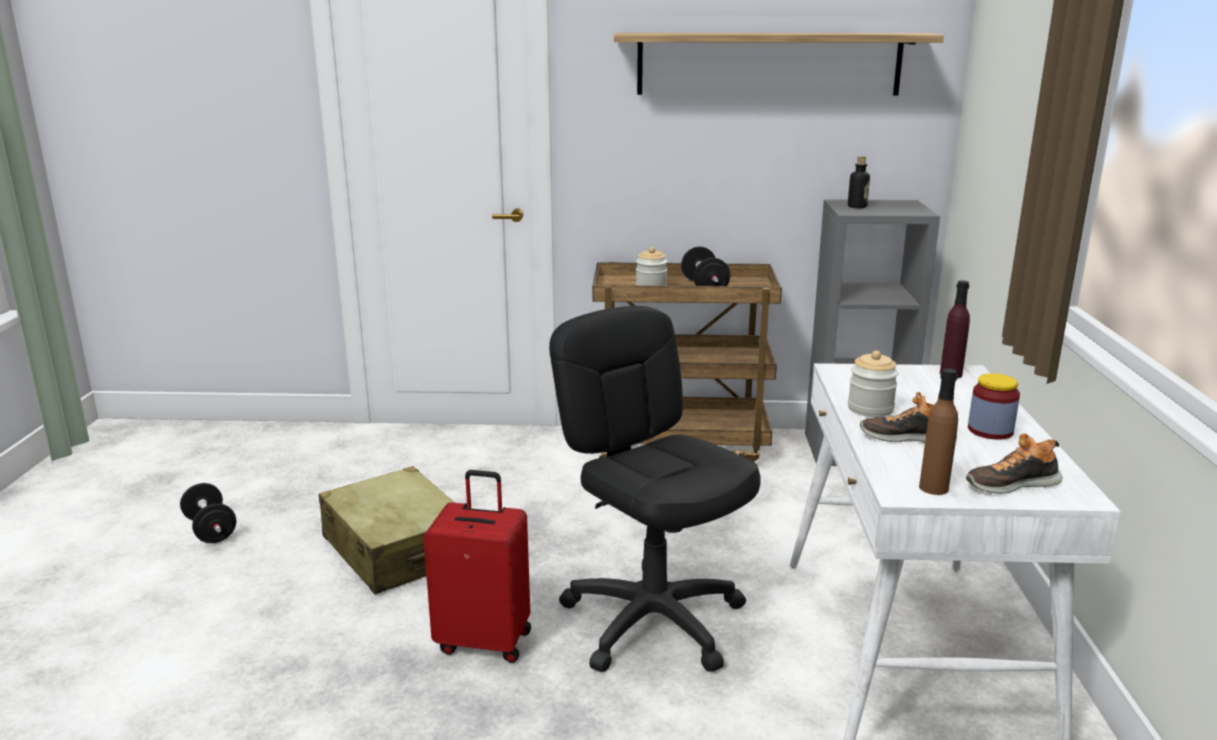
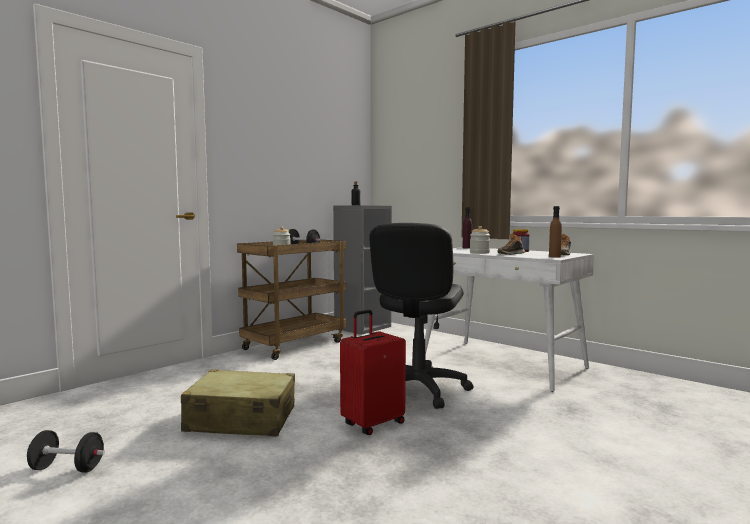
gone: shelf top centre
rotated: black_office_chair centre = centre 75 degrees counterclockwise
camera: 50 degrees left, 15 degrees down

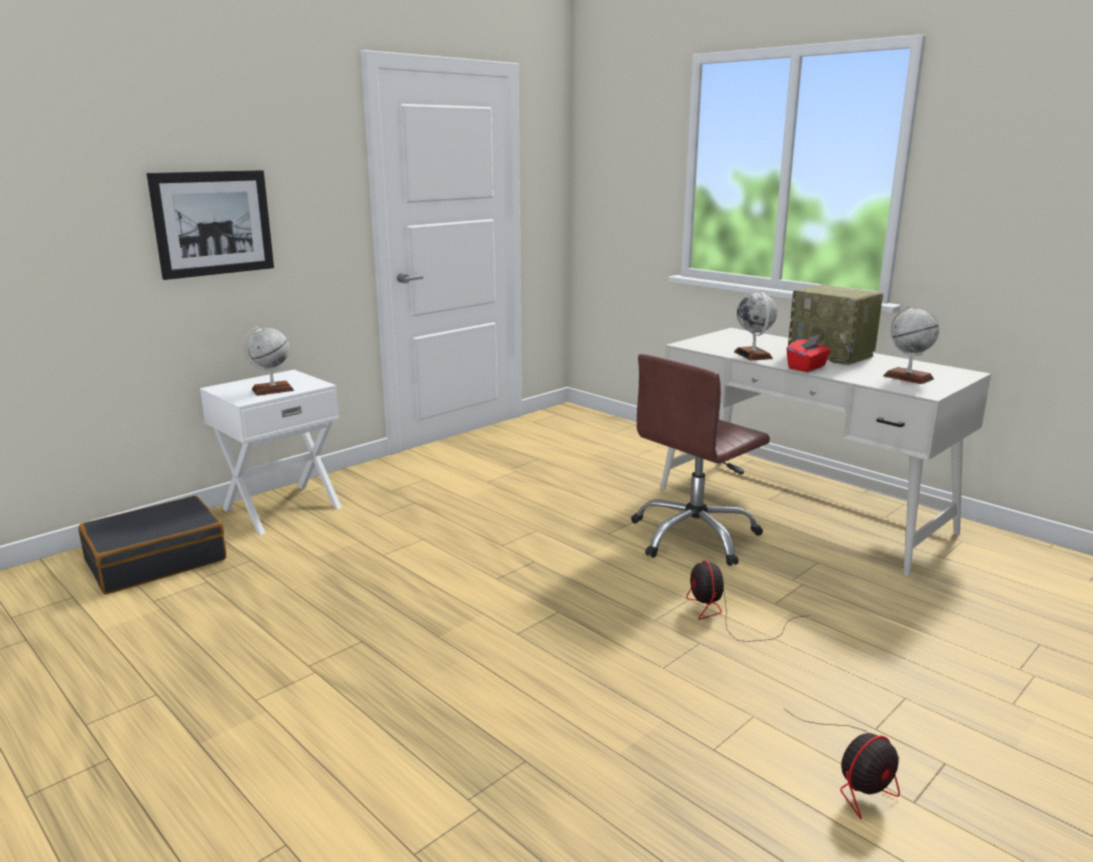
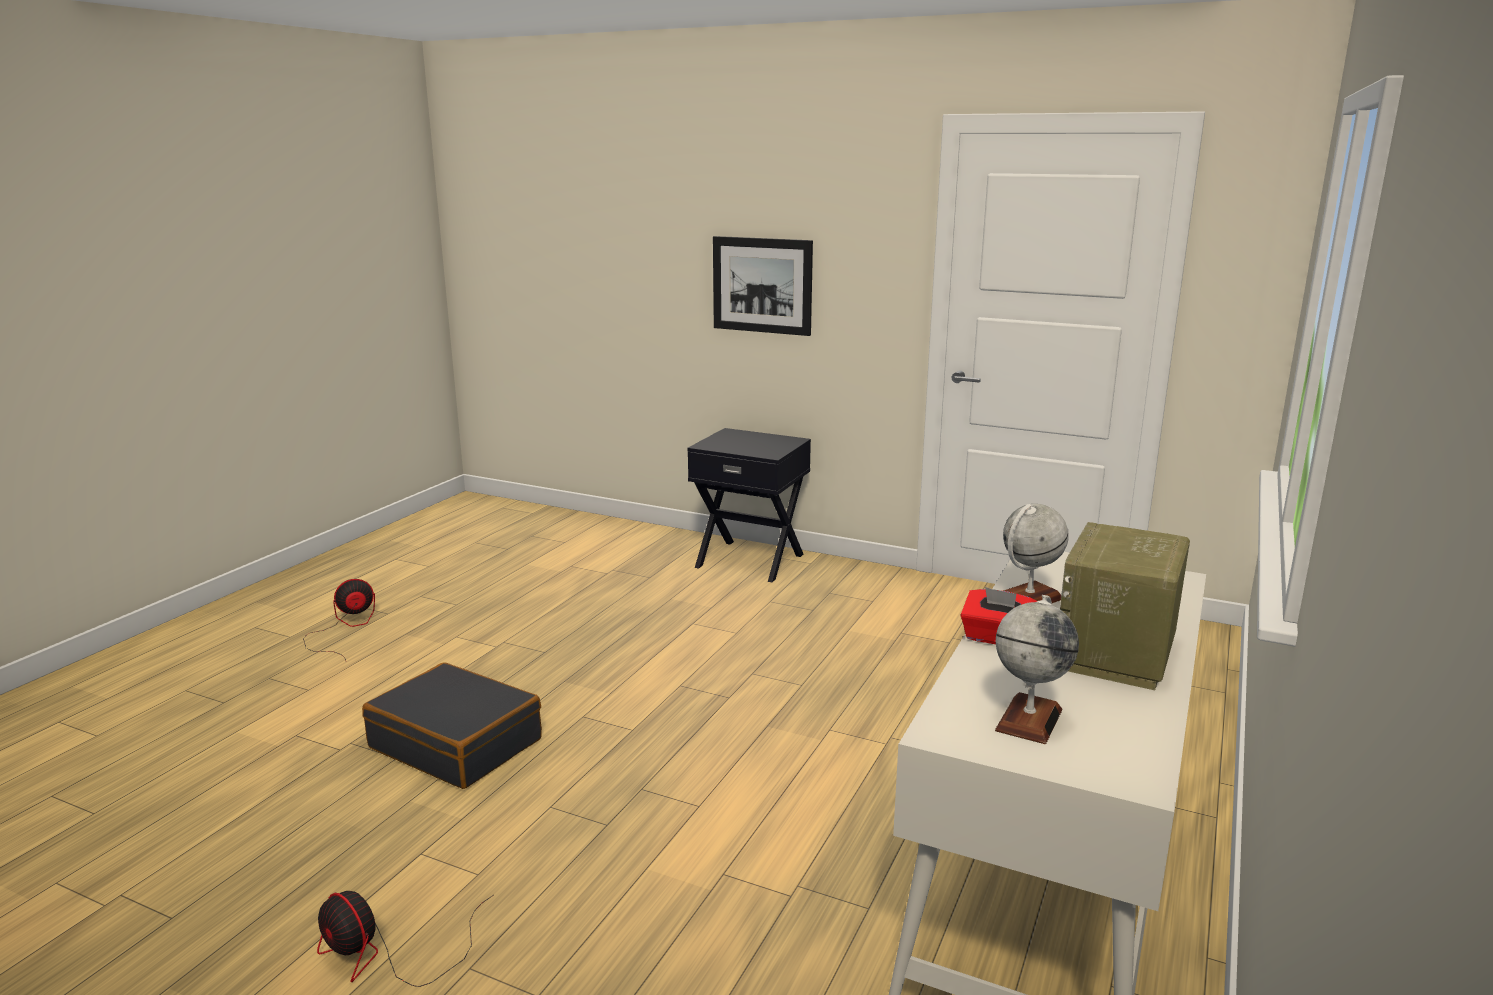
gone: globe (no. 1 from left) middle left; brown_office_chair centre
shifted: fan (no. 1 from left) bottom right to middle left; black_suitcase middle left to bottom left
repainted: white_nightstand middle left to black_nightstand centre
camera: 70 degrees right, 0 degrees up

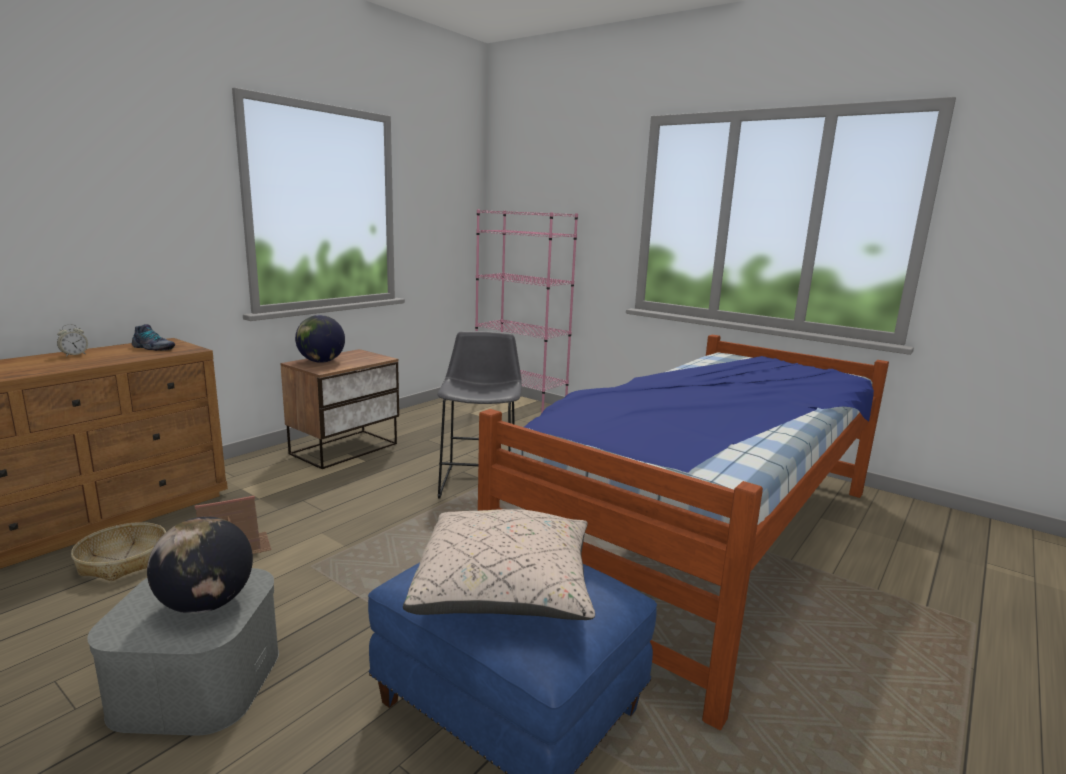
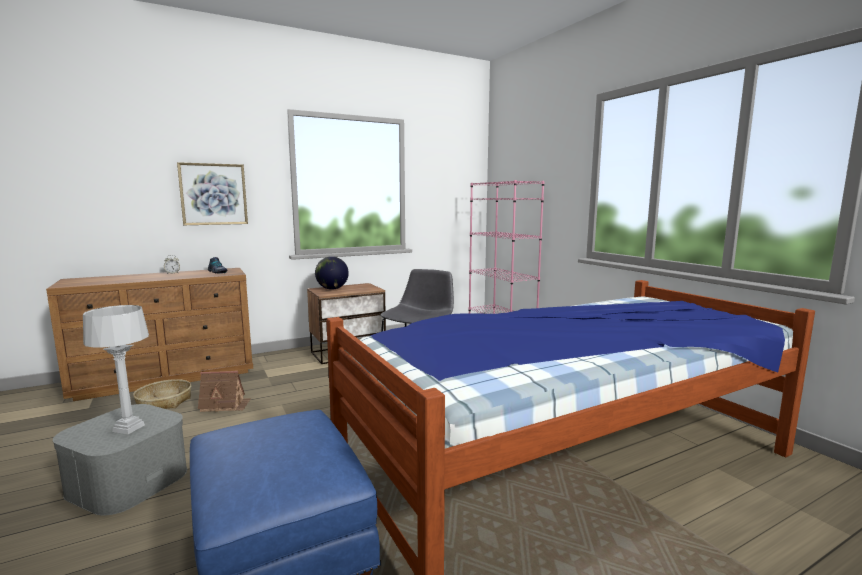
gone: beige_pillow bottom centre
new: picture middle left
swapped: globe (no. 1 from left) bottom left to grey_table_lamp middle left
camera: 25 degrees right, 5 degrees down

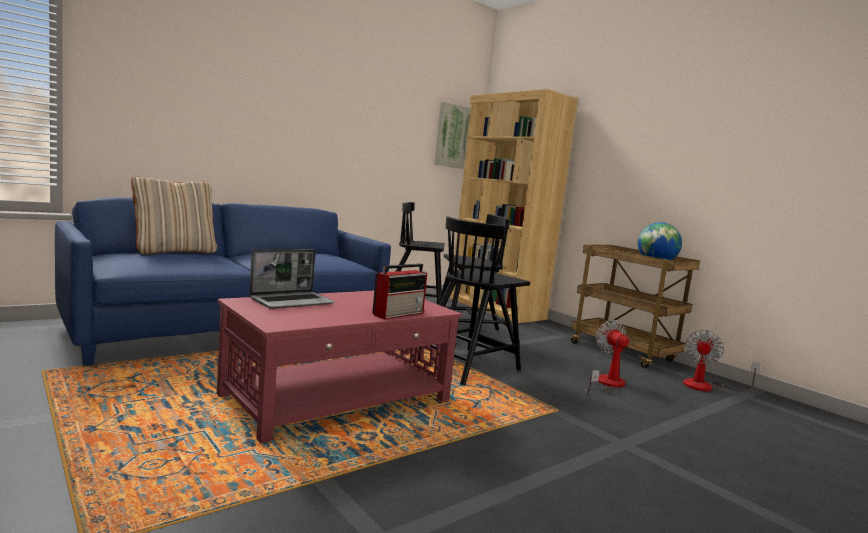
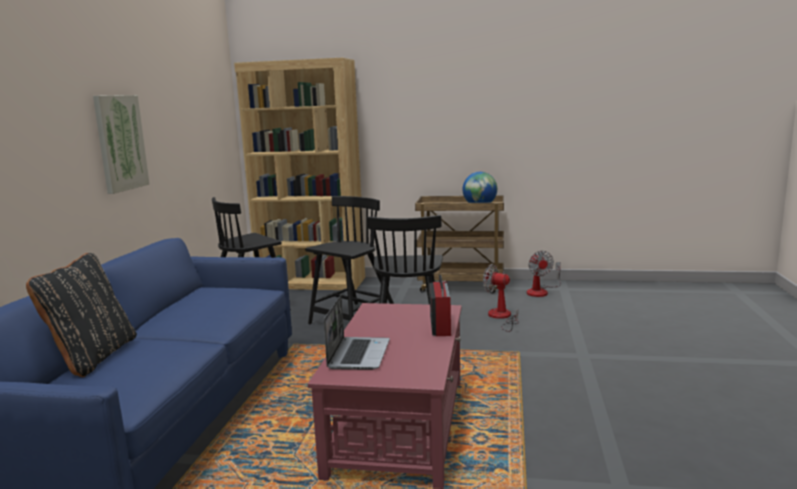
shifted: picture top centre to top left
repainted: beige_pillow middle left to black_pillow middle left
camera: 40 degrees left, 5 degrees up

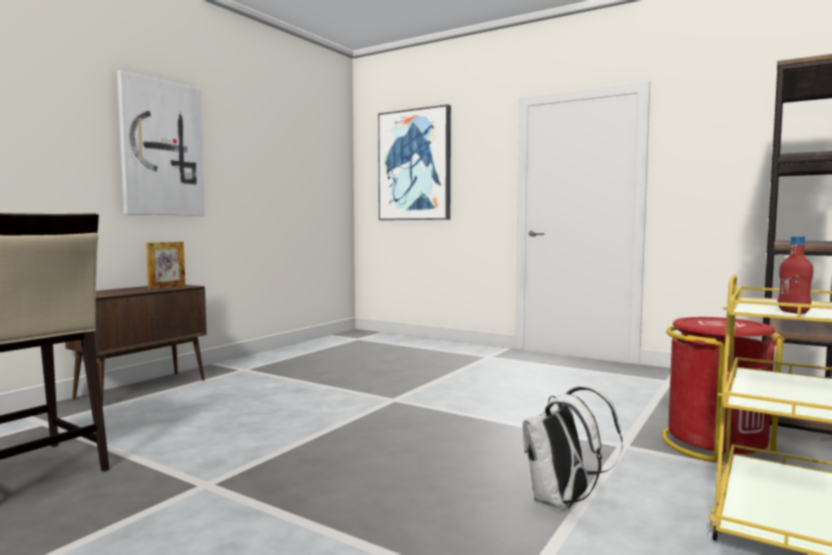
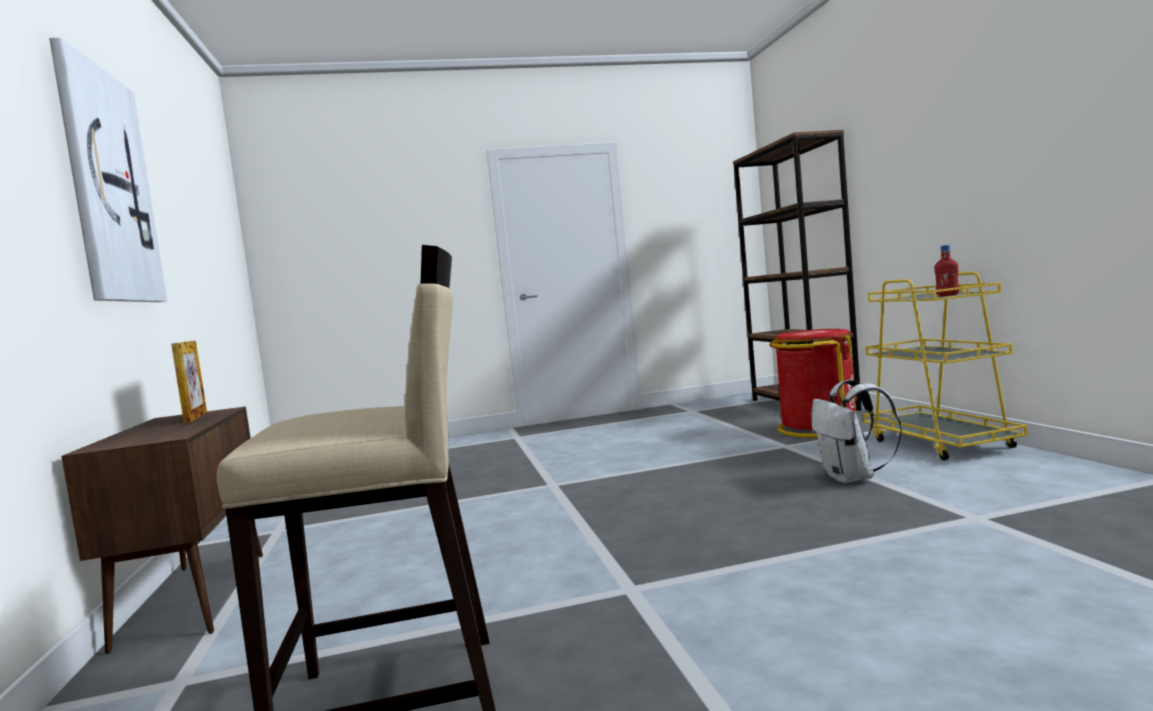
gone: picture (no. 2 from left) top centre
camera: 45 degrees left, 0 degrees up

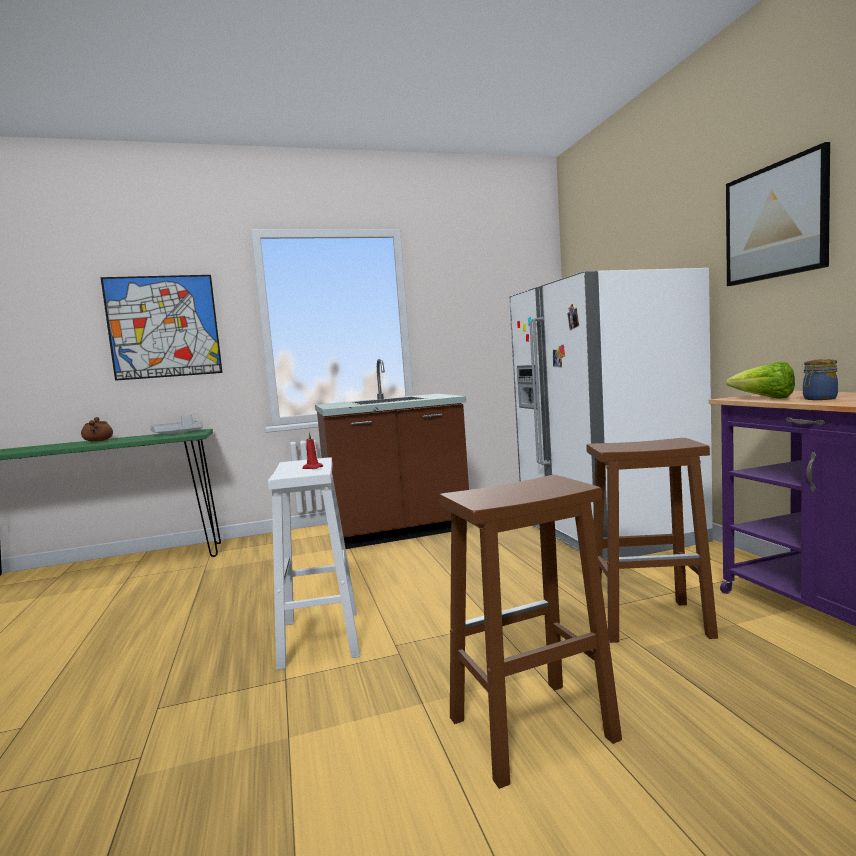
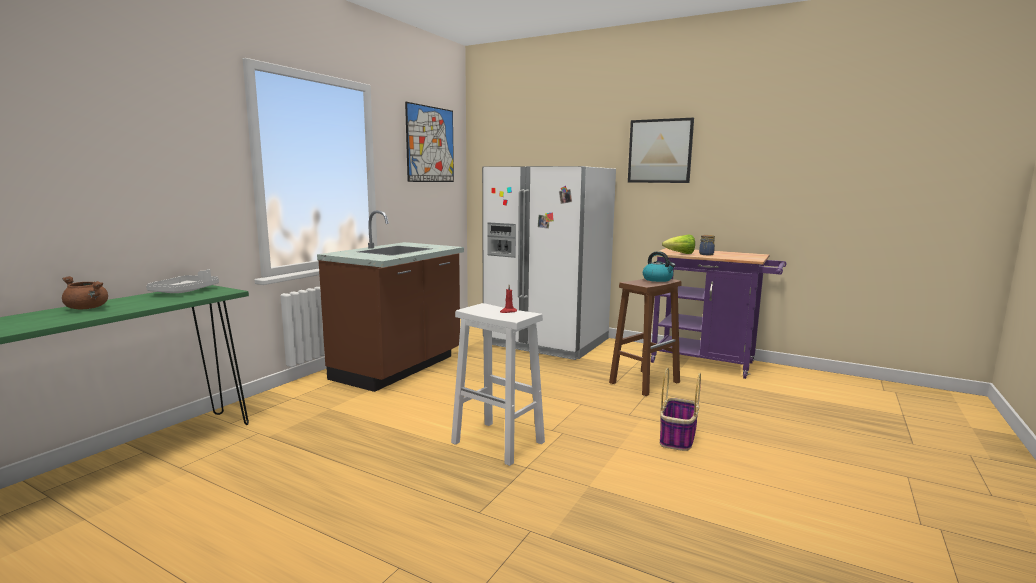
new: kettle centre
shifted: picture (no. 1 from left) middle left to top centre
swapped: brown_stool (no. 1 from left) bottom centre to basket bottom centre
camera: 45 degrees left, 5 degrees up

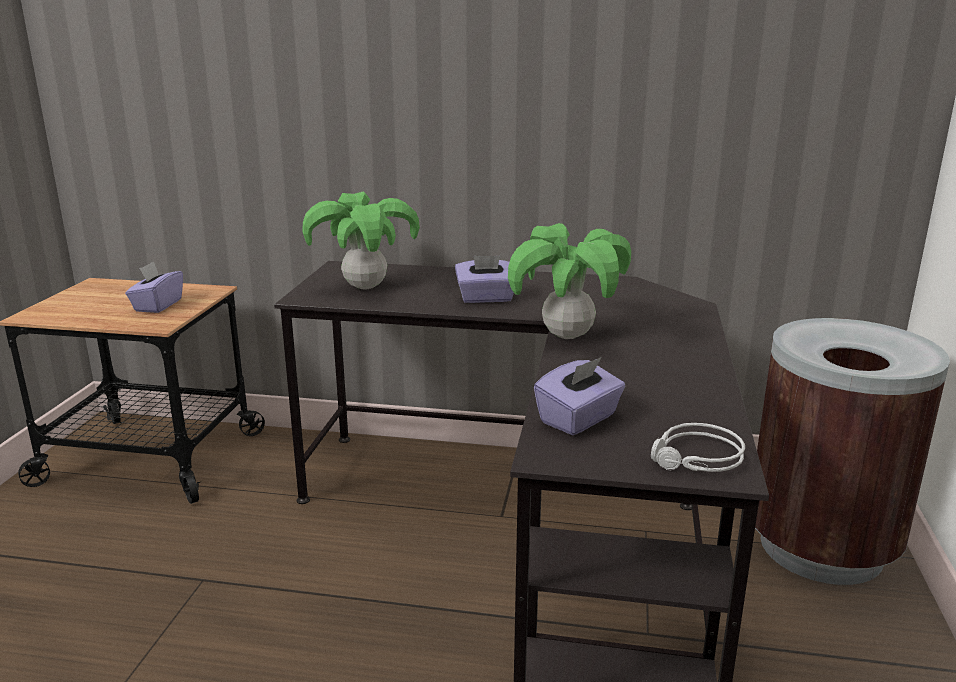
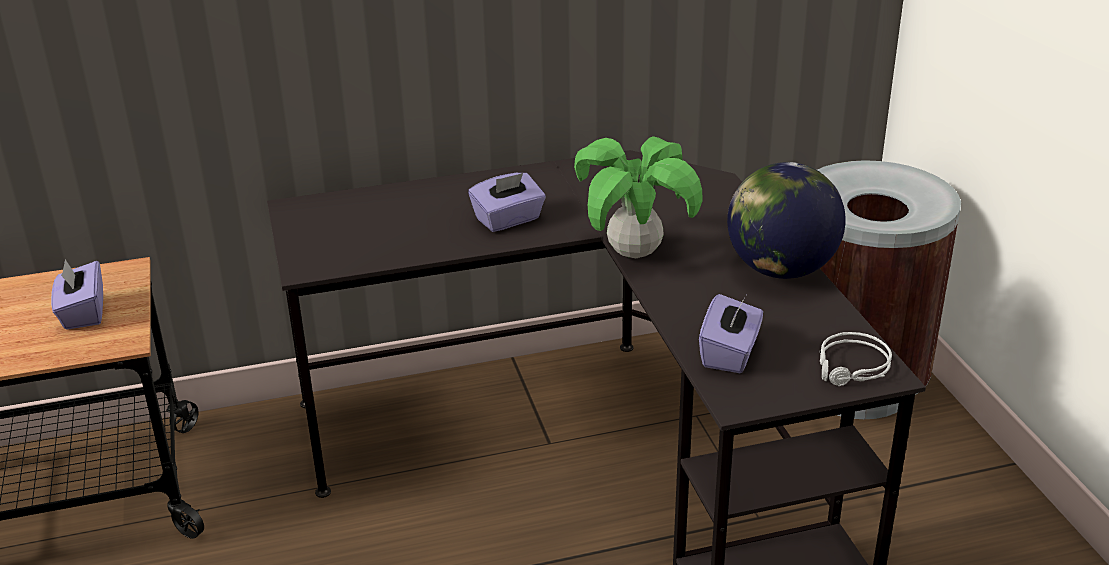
gone: potted_plant (no. 1 from left) centre
new: globe middle right
camera: 25 degrees left, 10 degrees up

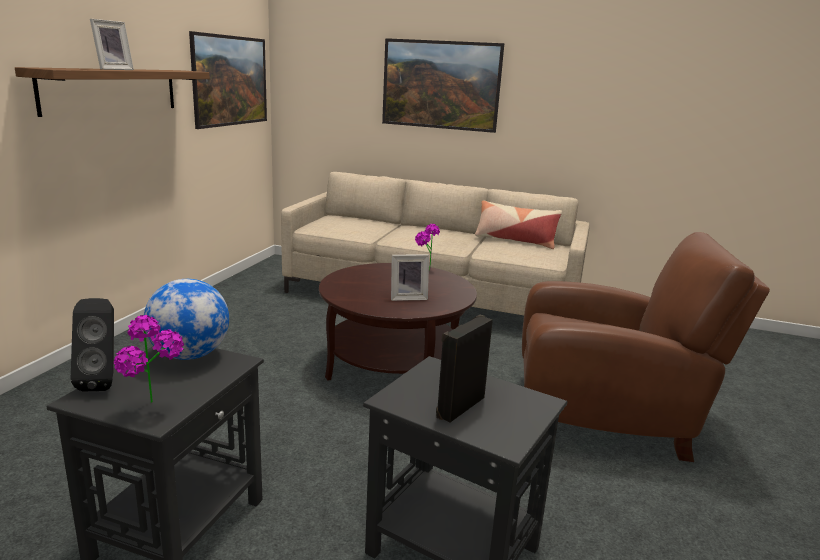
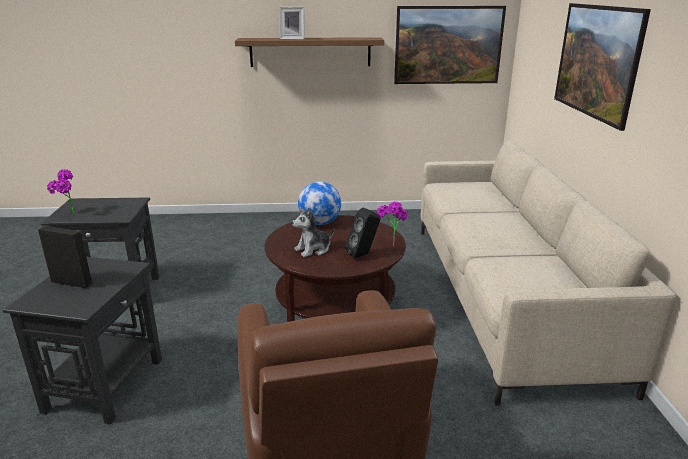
gone: pillow centre
shifted: globe middle left to centre; black_speaker (no. 1 from left in the first image) middle left to black_speaker (no. 2 from left) centre
swapped: picture_frame (no. 2 from left) centre to plush_toy centre
camera: 70 degrees right, 5 degrees up

